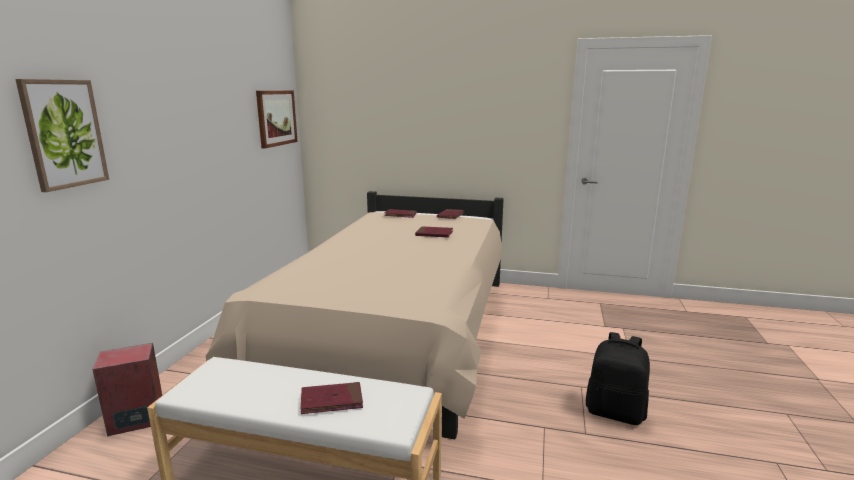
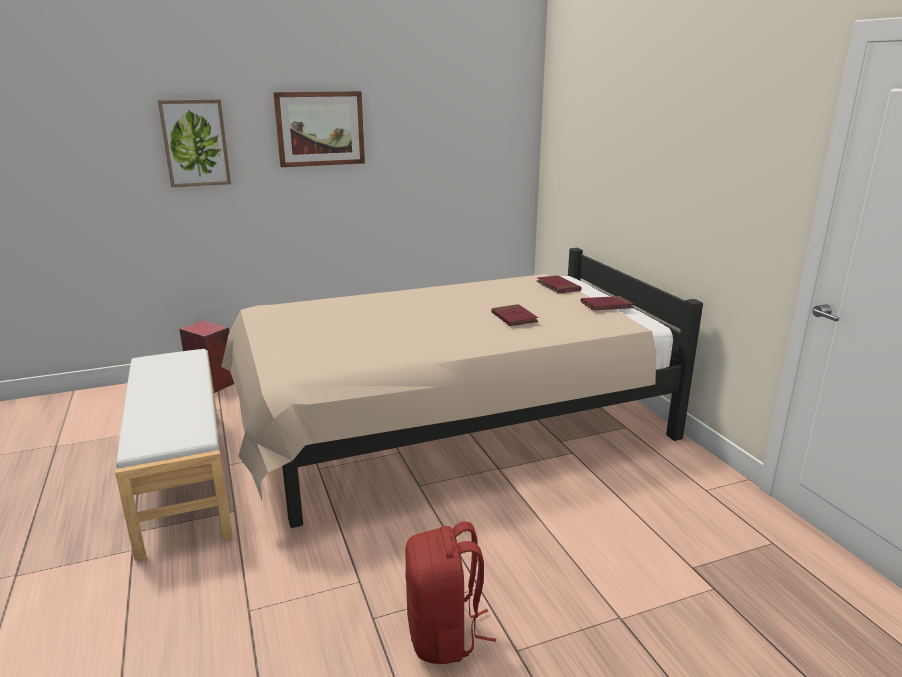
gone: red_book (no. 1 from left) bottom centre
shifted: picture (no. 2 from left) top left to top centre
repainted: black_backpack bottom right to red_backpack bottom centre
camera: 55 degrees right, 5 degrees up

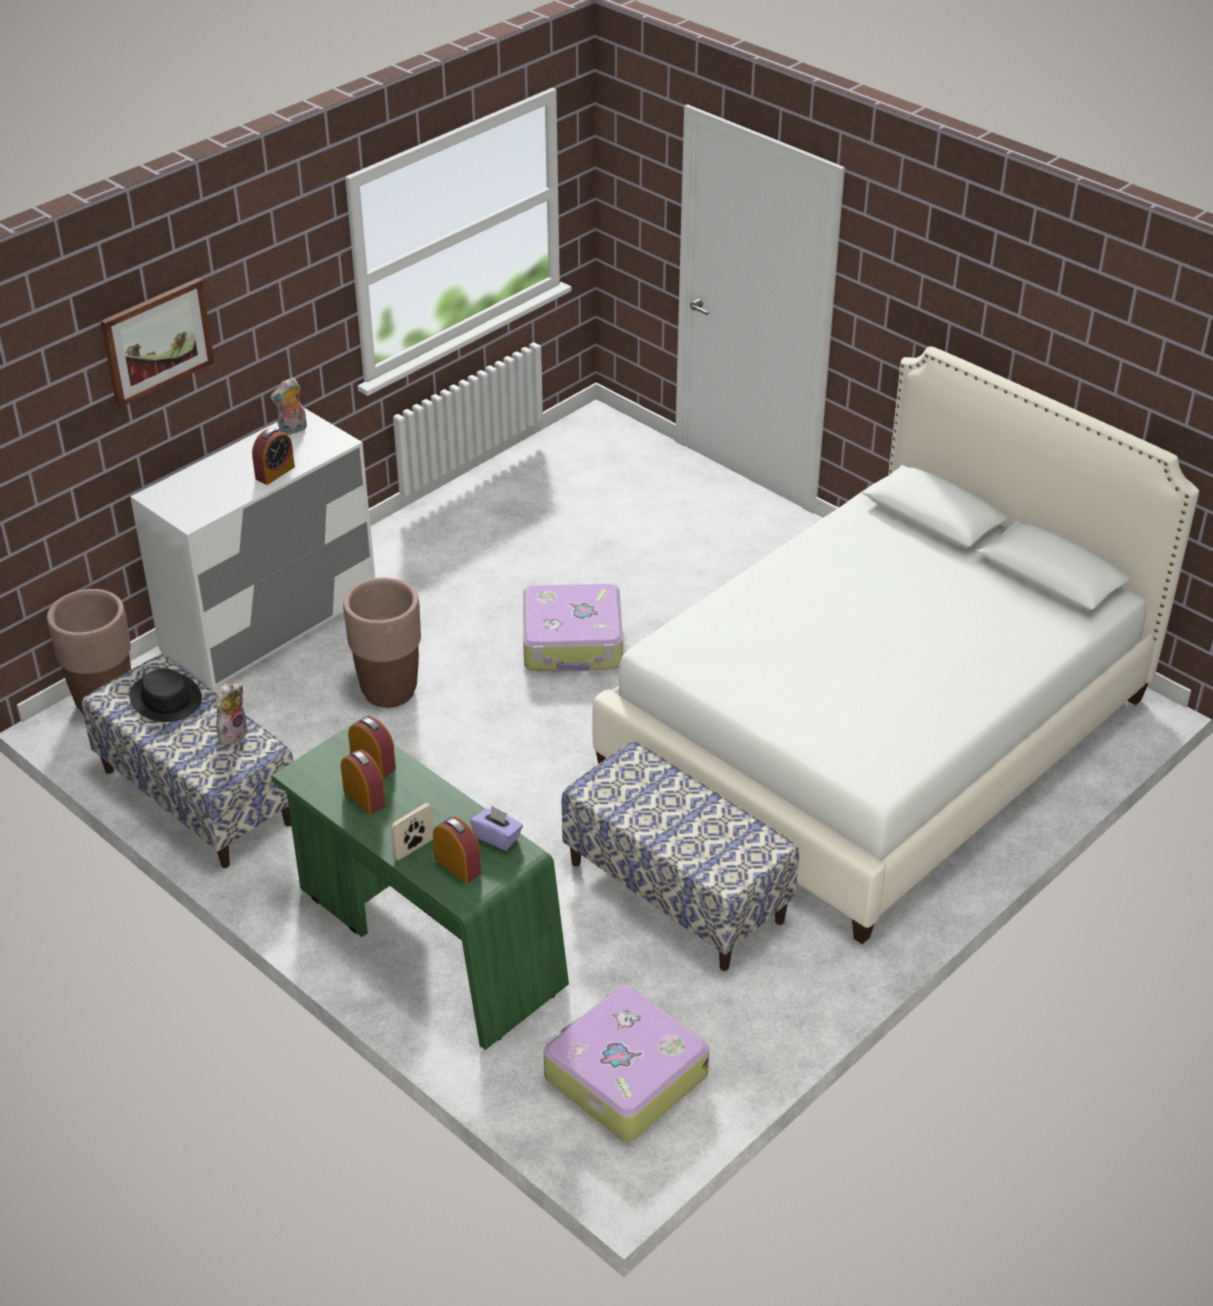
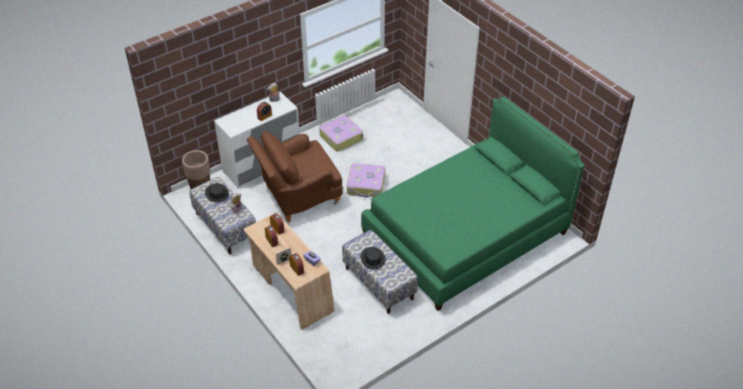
gone: picture top left
new: black_hat (no. 2 from left) centre
shifted: suitcase (no. 2 from left in the first image) bottom centre to suitcase (no. 1 from left) centre
swapped: brown_planter (no. 2 from left) middle left to brown_armchair centre
repainted: green_desk bottom centre to beige_desk bottom centre; white_bed middle right to green_bed centre
camera: 10 degrees right, 5 degrees up

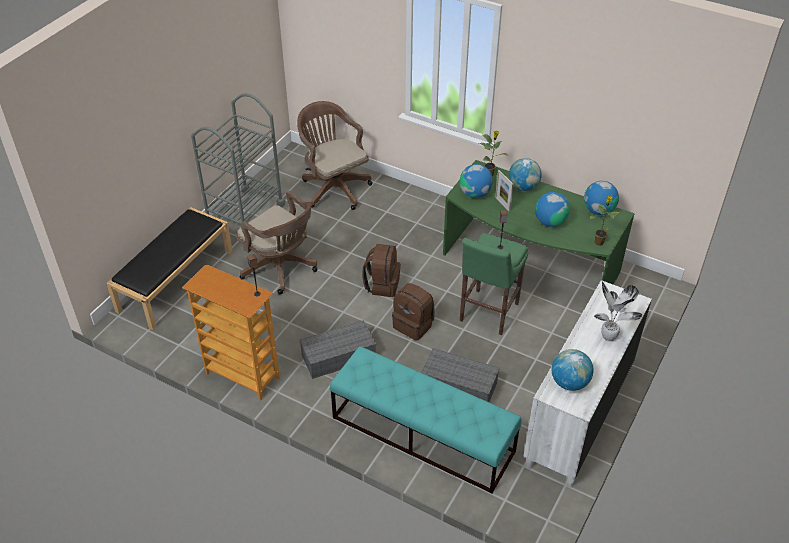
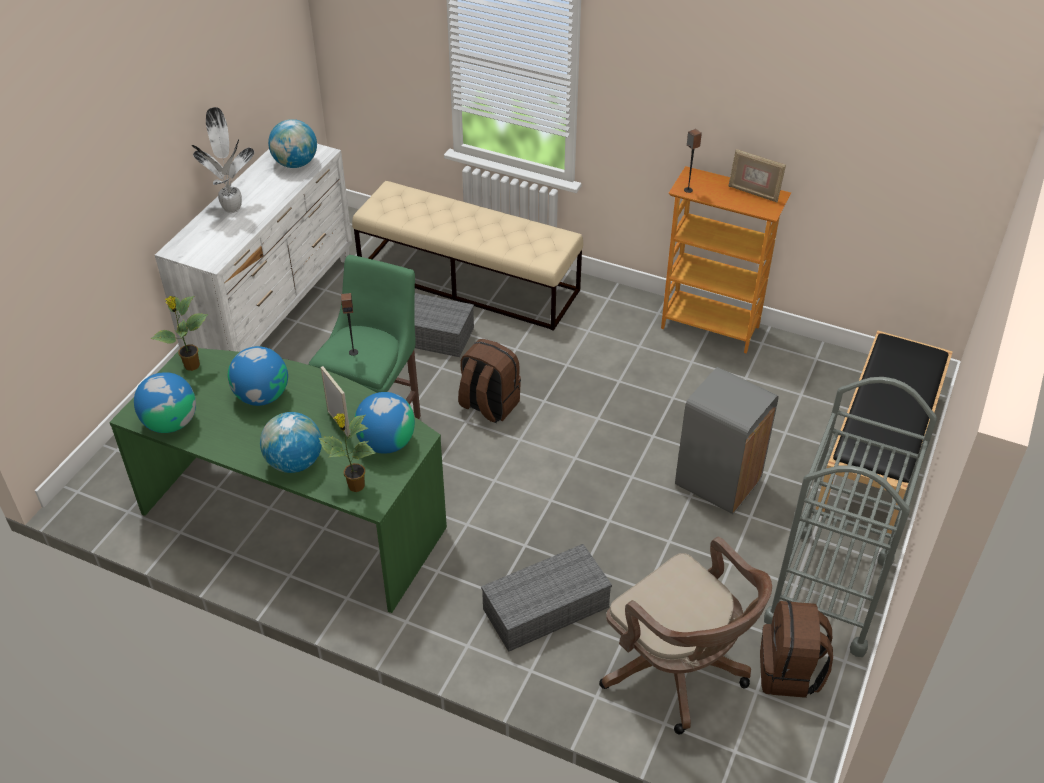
new: picture_frame (no. 2 from left) top right
shifted: grey_storage_box (no. 1 from left in the first image) centre to grey_storage_box (no. 2 from left) bottom centre; brown_backpack (no. 1 from left in the first image) centre to brown_backpack (no. 2 from left) bottom right
swapped: brown_office_chair (no. 1 from left) centre to grey_trash_can middle right
repainted: turquoise_bench bottom centre to beige_bench top centre
camera: 175 degrees right, 0 degrees up

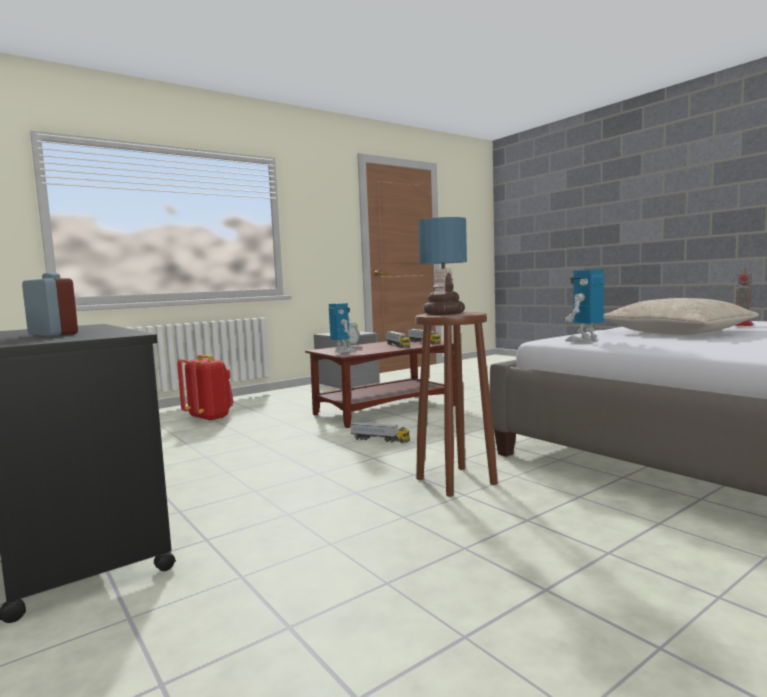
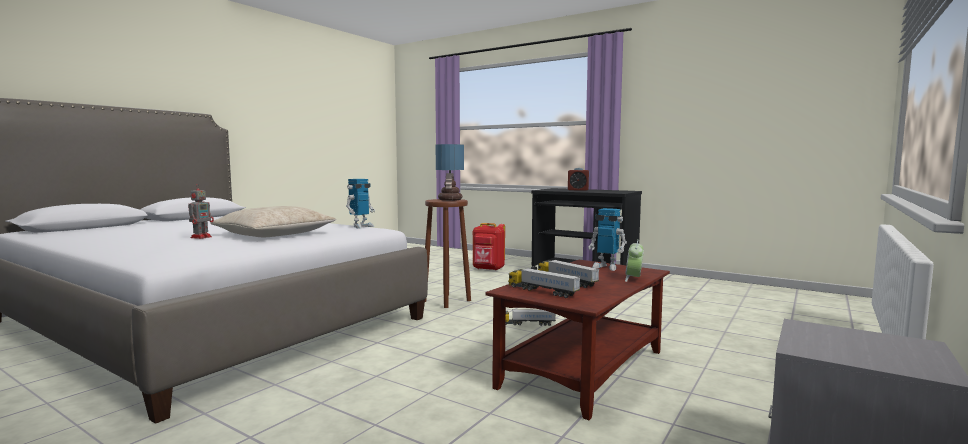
shifted: red_backpack middle left to centre
camera: 160 degrees right, 0 degrees up

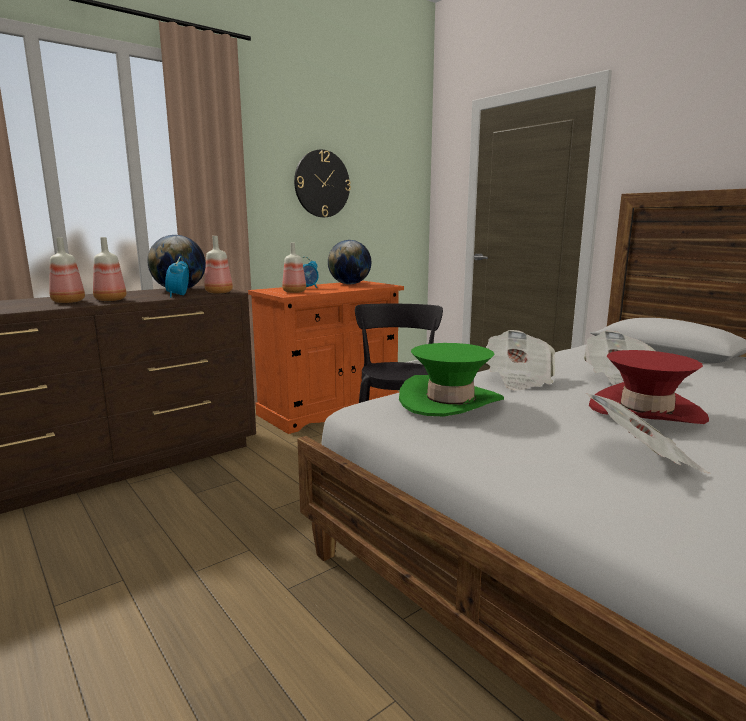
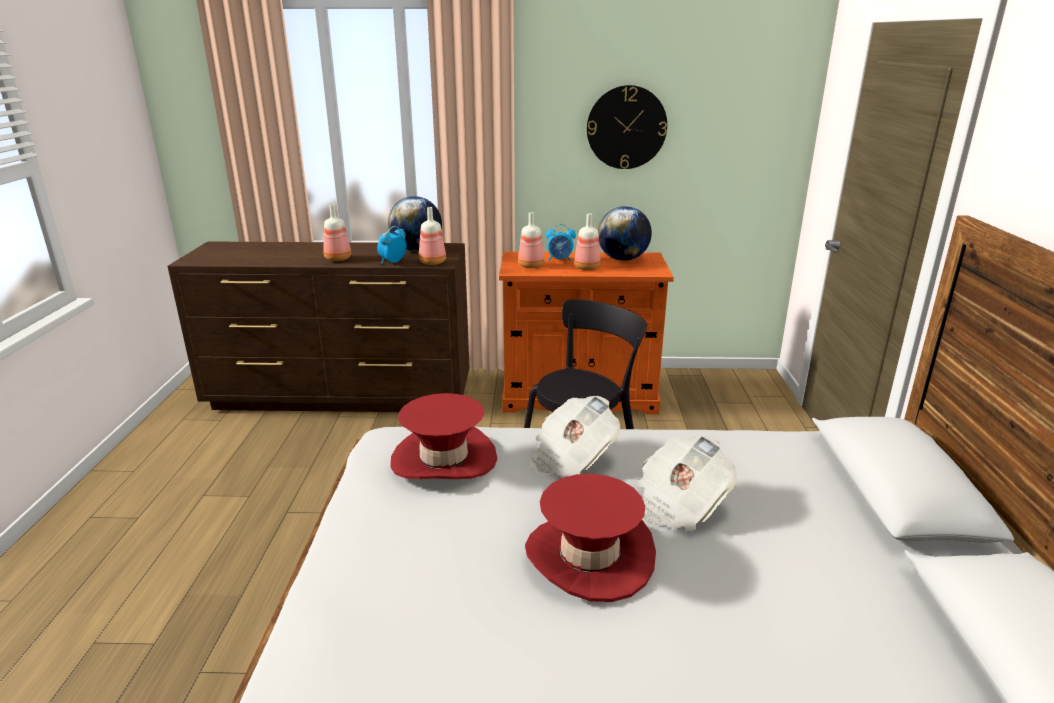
gone: newspaper (no. 3 from left) middle right
shifted: bottle (no. 1 from left in the first image) middle left to bottle (no. 4 from left) centre
repainted: green_hat centre to red_hat (no. 1 from left) centre
camera: 40 degrees right, 10 degrees up

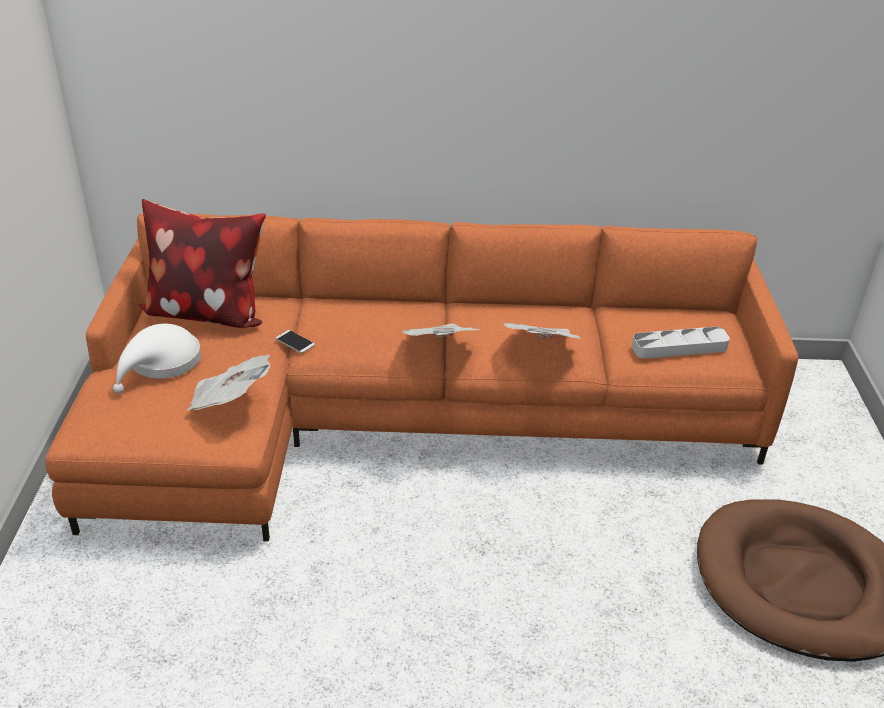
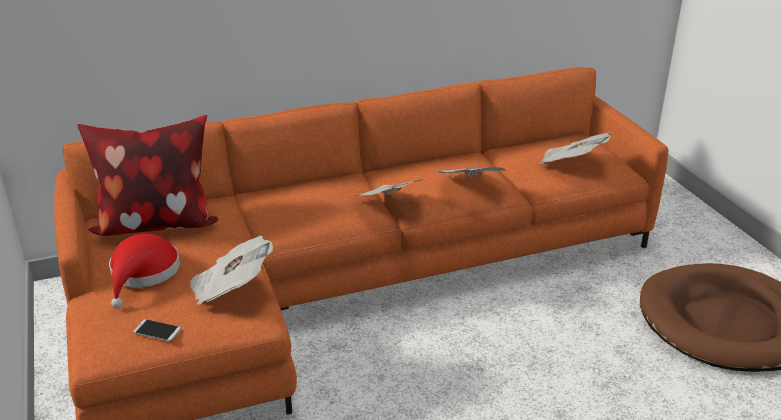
shifted: phone centre to bottom left
swapped: grey_tray middle right to newspaper (no. 4 from left) middle right
repainted: white_hat middle left to red_hat middle left
camera: 20 degrees left, 5 degrees down

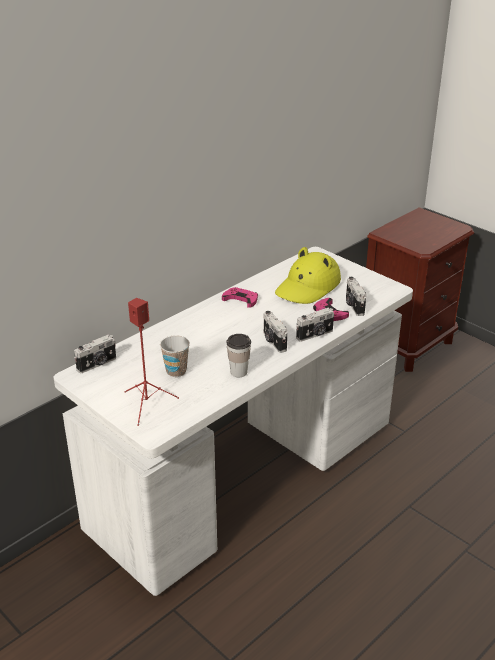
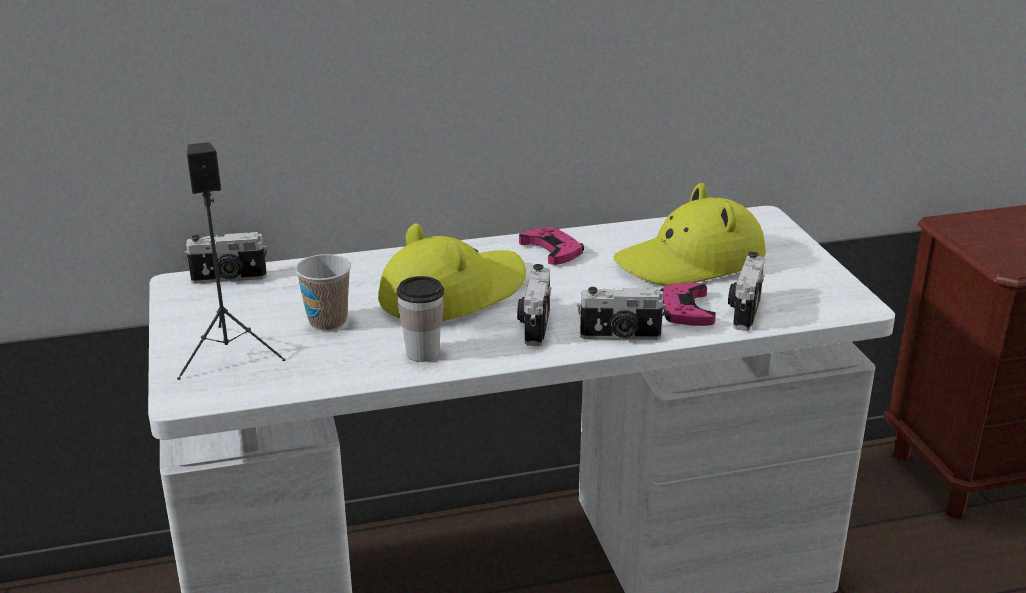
new: yellow_hat (no. 1 from left) centre
repainted: red_speaker middle left to black_speaker middle left
camera: 30 degrees right, 5 degrees down

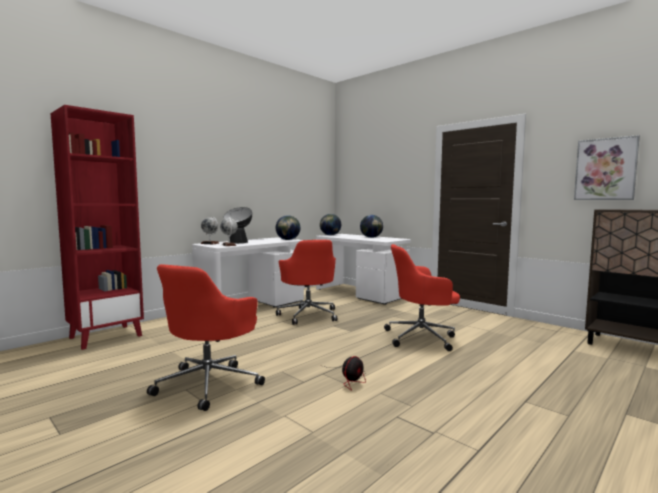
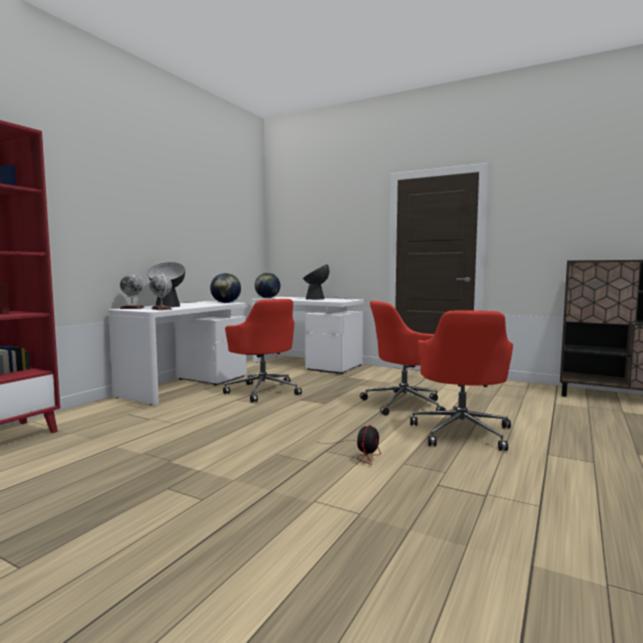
gone: picture middle right
shifted: red_office_chair (no. 1 from left in the first image) bottom left to red_office_chair (no. 3 from left) middle right
swapped: globe (no. 5 from left) centre to table_lamp (no. 2 from left) centre
camera: 15 degrees left, 0 degrees up

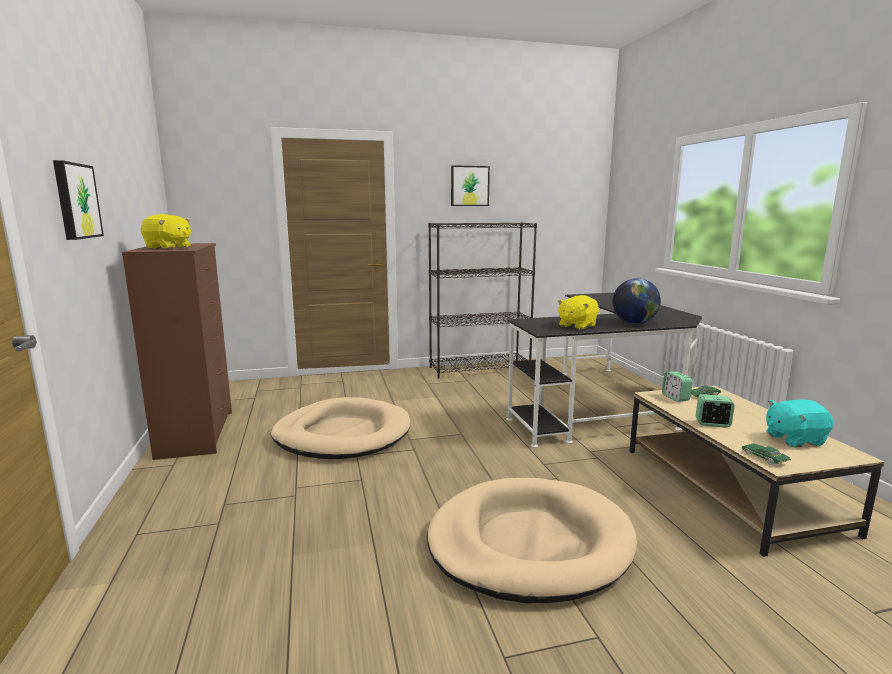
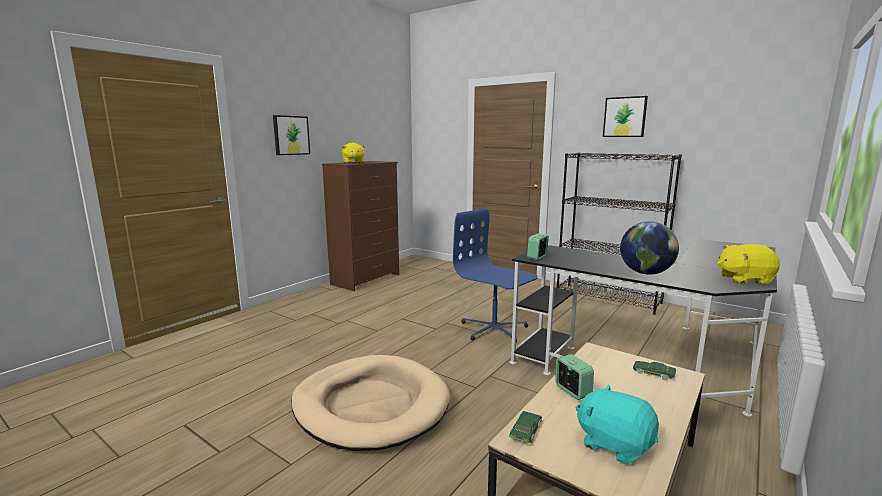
gone: beige_dog_bed (no. 1 from left) centre
new: blue_office_chair centre
shifted: alarm_clock (no. 1 from left) middle right to centre; yellow_plush_toy (no. 2 from left) centre to middle right
camera: 50 degrees right, 0 degrees up

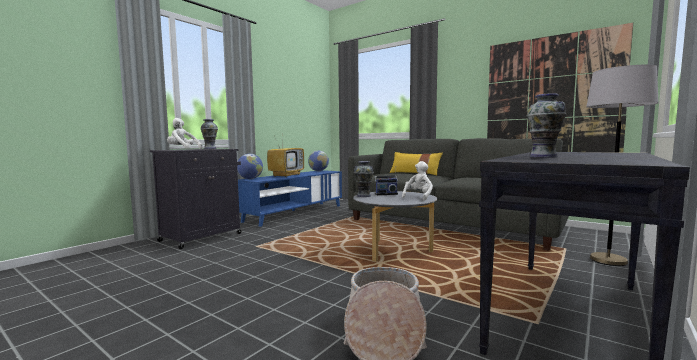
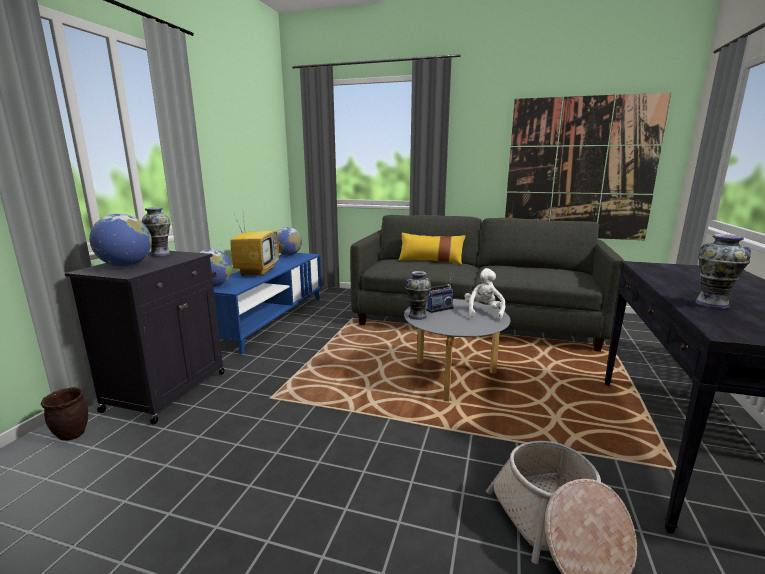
gone: grey_floor_lamp middle right
new: brown_planter bottom left
swapped: white_plush_toy (no. 1 from left) middle left to globe (no. 1 from left) middle left
camera: 20 degrees left, 10 degrees up

